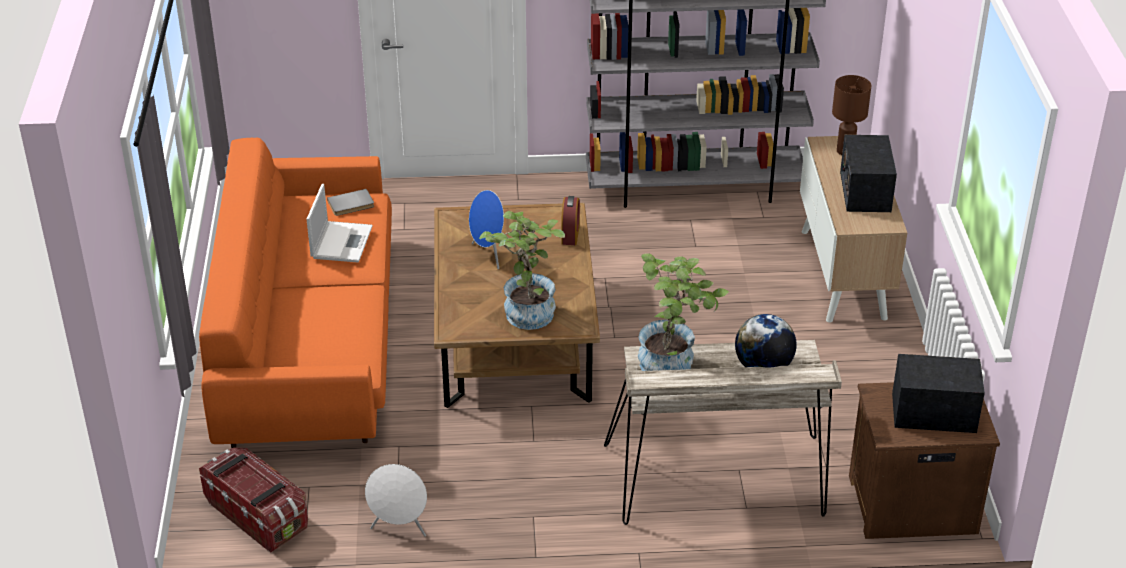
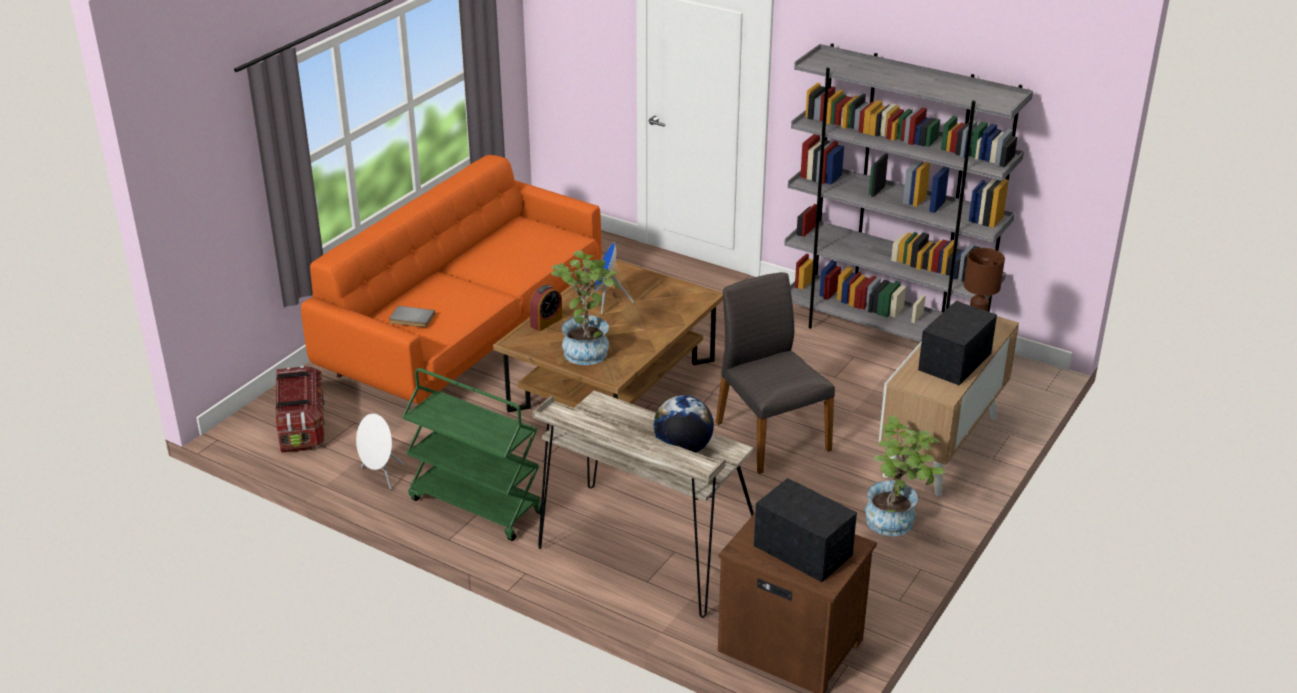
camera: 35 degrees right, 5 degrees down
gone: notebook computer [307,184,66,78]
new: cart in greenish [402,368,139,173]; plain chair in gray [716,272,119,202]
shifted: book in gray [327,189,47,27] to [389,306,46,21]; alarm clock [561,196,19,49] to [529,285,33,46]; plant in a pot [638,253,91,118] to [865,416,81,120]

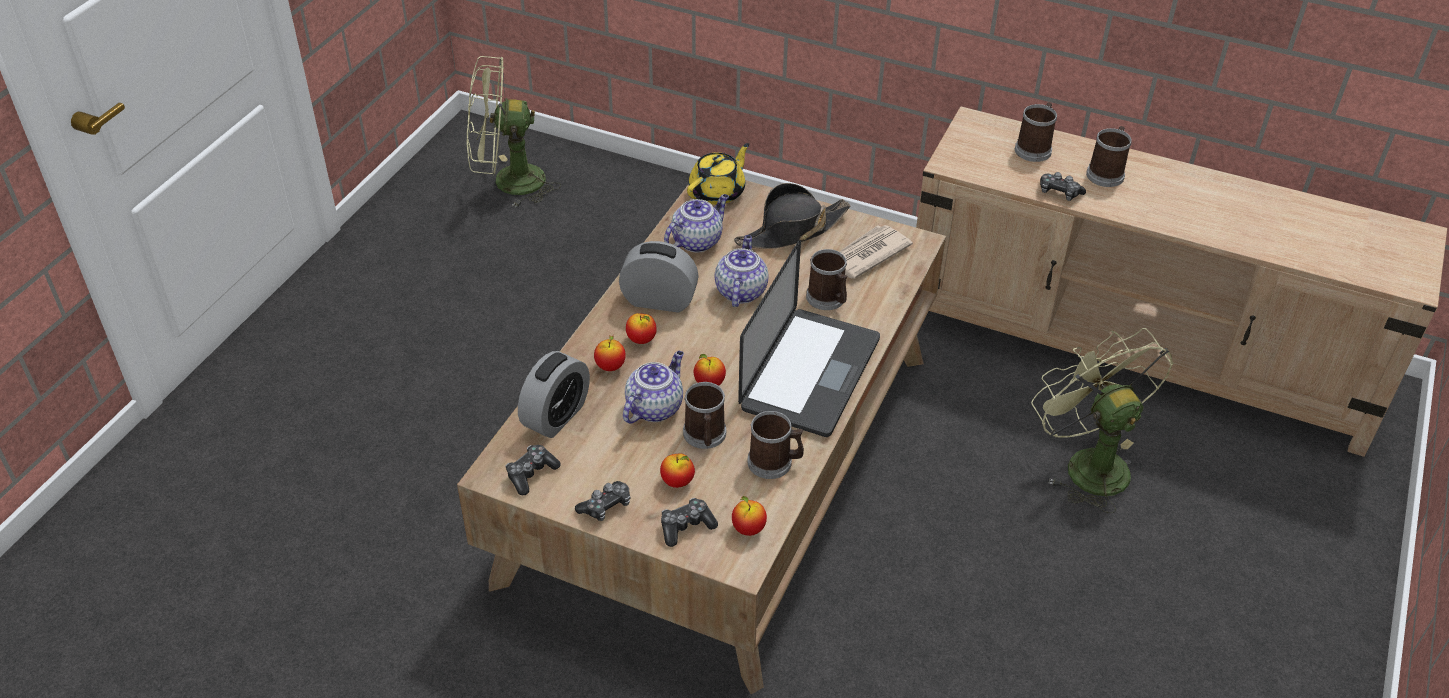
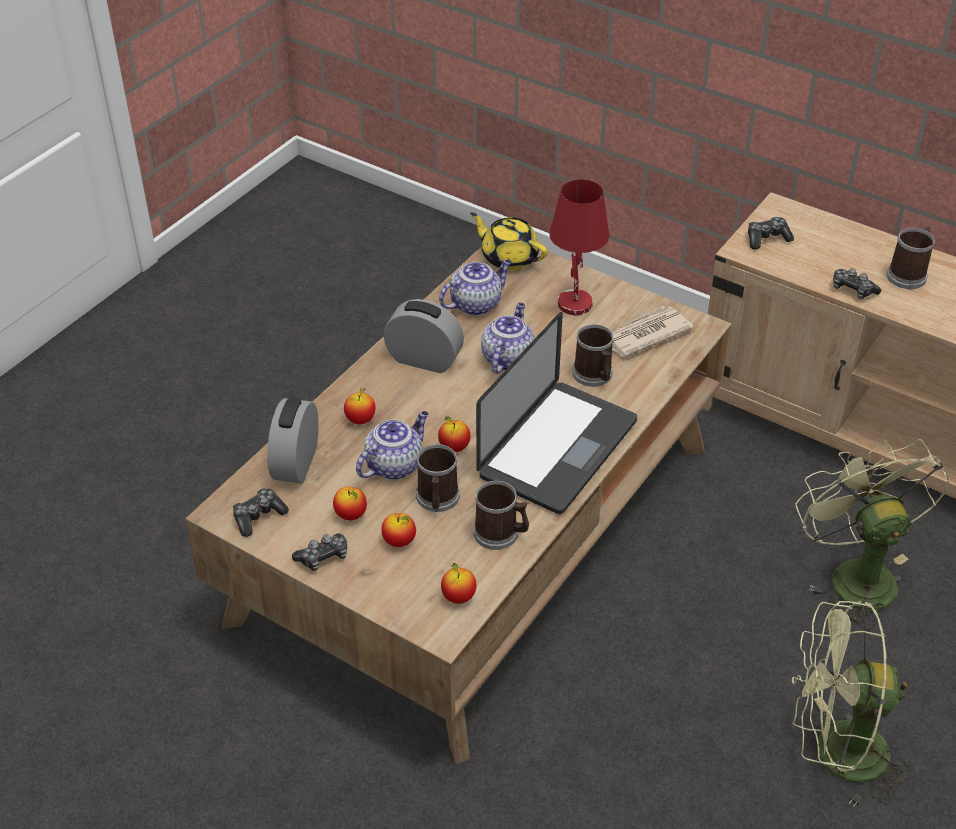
camera: 10 degrees right, 0 degrees up
gone: mug [1015,102,42,60]
shifted: electric fan in greenish [467,56,94,152] to [792,600,123,208]; whole apple [626,313,31,31] to [333,487,34,33]; gamepad [661,498,57,49] to [748,217,46,33]
swapped: wearable hat in blackish [734,183,116,66] to table lamp in red-coloured [549,179,60,136]
rotated: alarm clock [518,351,72,87] = [267,398,52,86] 150 degrees clockwise; tea pot in yellowish [687,143,62,62] = [470,212,77,58] 105 degrees counterclockwise

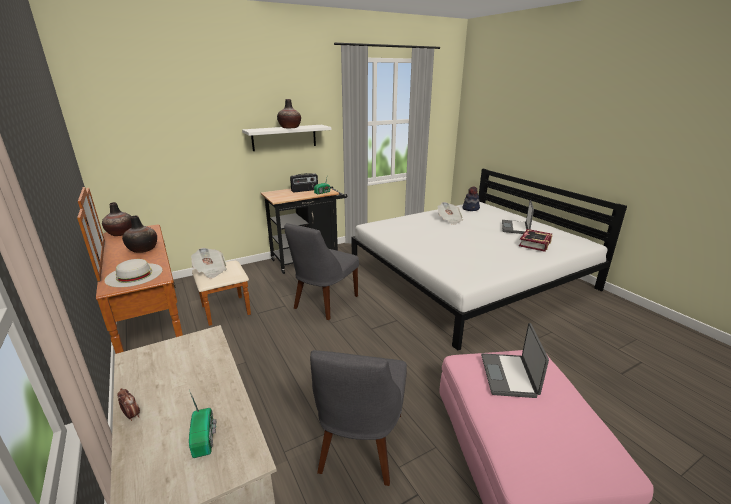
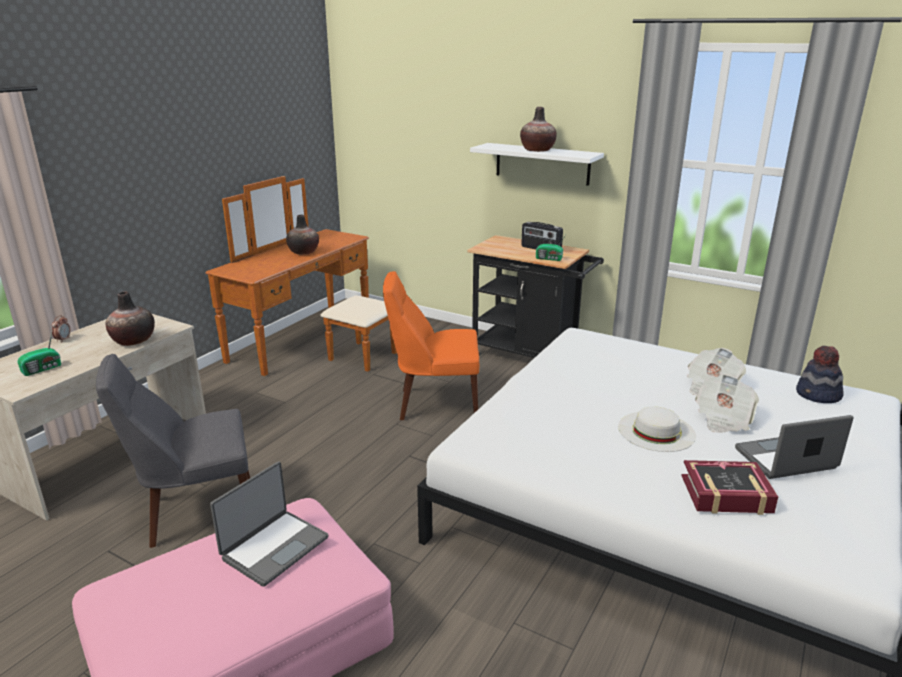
camera: 60 degrees right, 0 degrees up
shifted: decorative vase [102,202,30,34] to [106,291,49,55]; wearable hat in white [105,259,57,28] to [618,406,78,46]; newspaper [191,248,36,31] to [695,374,64,59]
repainted: plain chair in gray [284,223,75,97] to plain chair in orangey [383,271,96,149]
rotated: notebook computer [481,323,68,75] = [210,462,119,125] 150 degrees clockwise

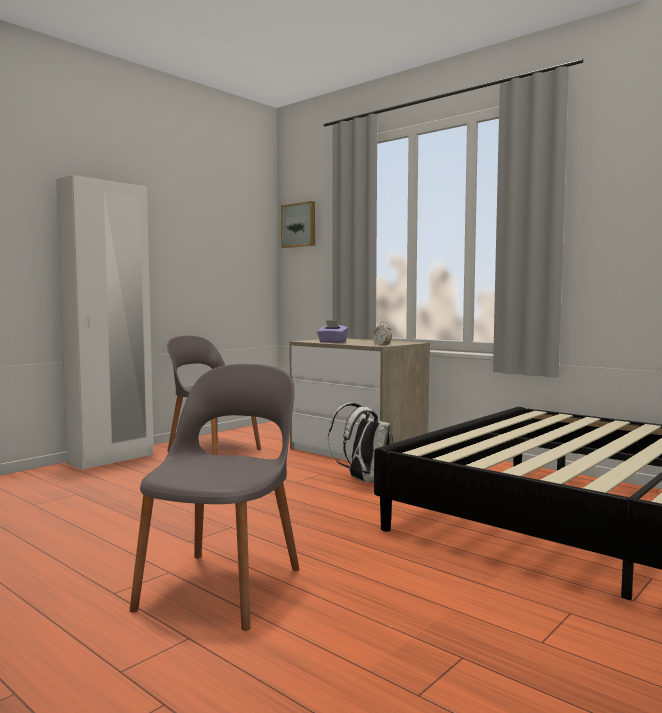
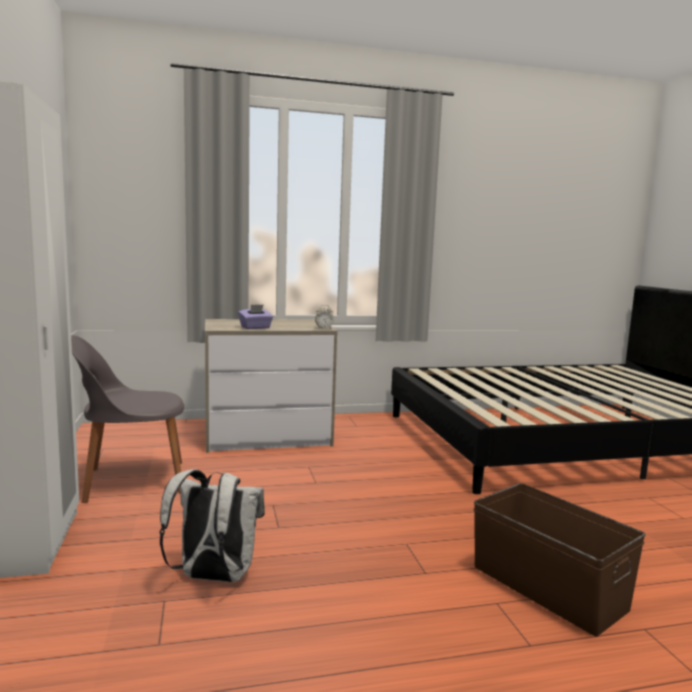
camera: 55 degrees left, 5 degrees up
gone: wall picture [281,201,34,47]
shifted: knapsack in white [328,403,66,79] to [159,469,106,113]
swapped: plain chair in gray [130,364,169,267] to storage bin in brownish [473,483,173,153]

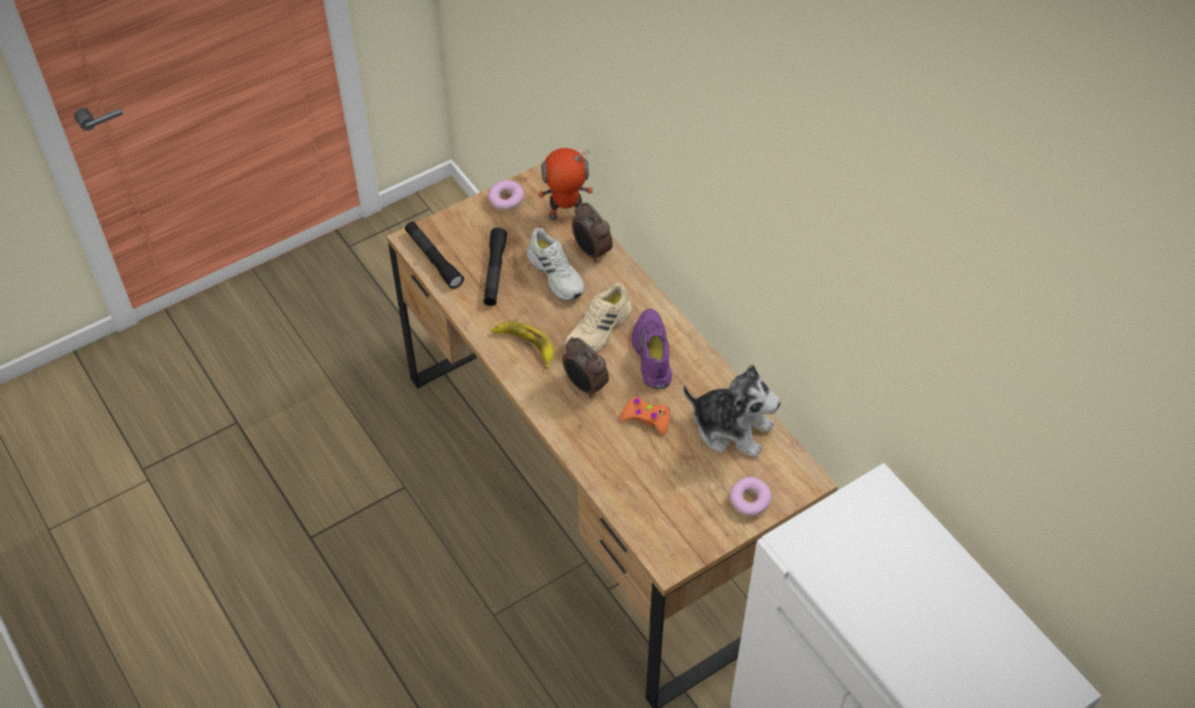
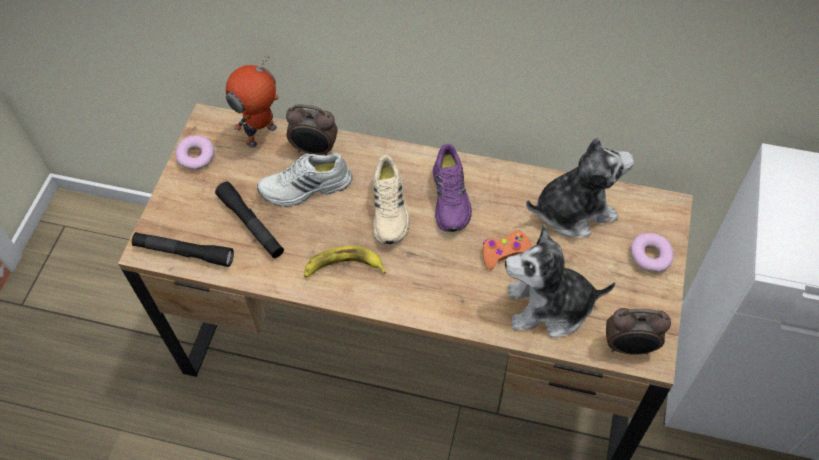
camera: 40 degrees left, 5 degrees up
new: soft toy [505,224,110,114]
shifted: alarm clock [562,337,47,61] to [606,308,65,47]
rotated: low shoe in white [526,228,58,73] = [257,153,95,54] 150 degrees clockwise; low shoe in purple [632,309,40,80] = [433,143,39,89] 135 degrees counterclockwise

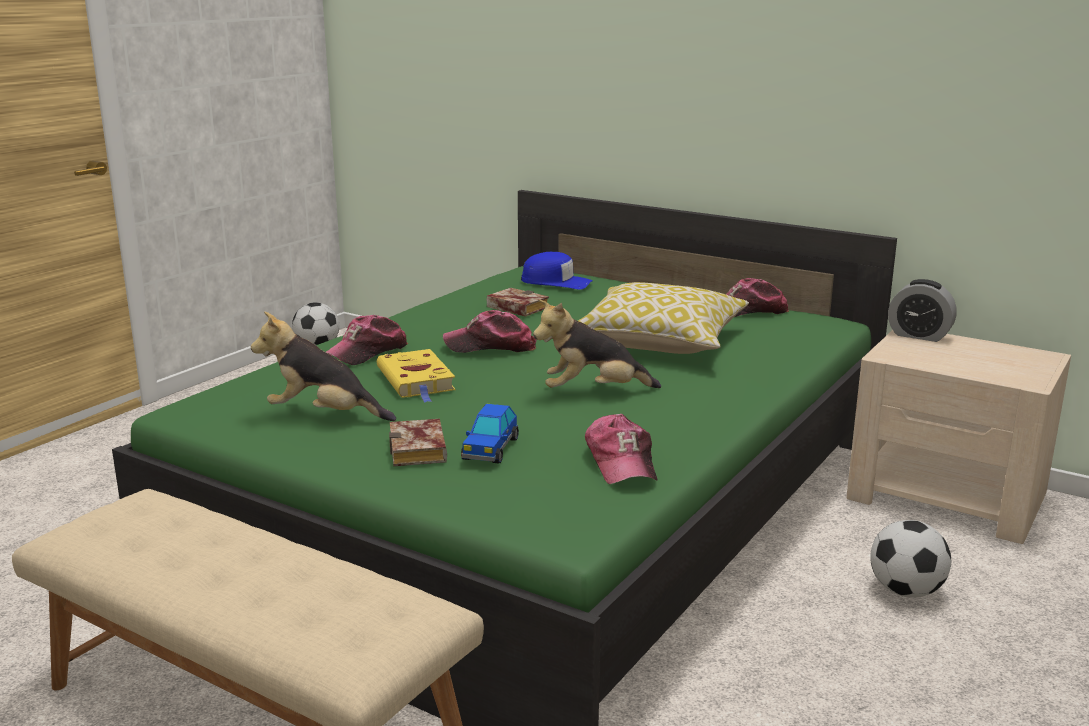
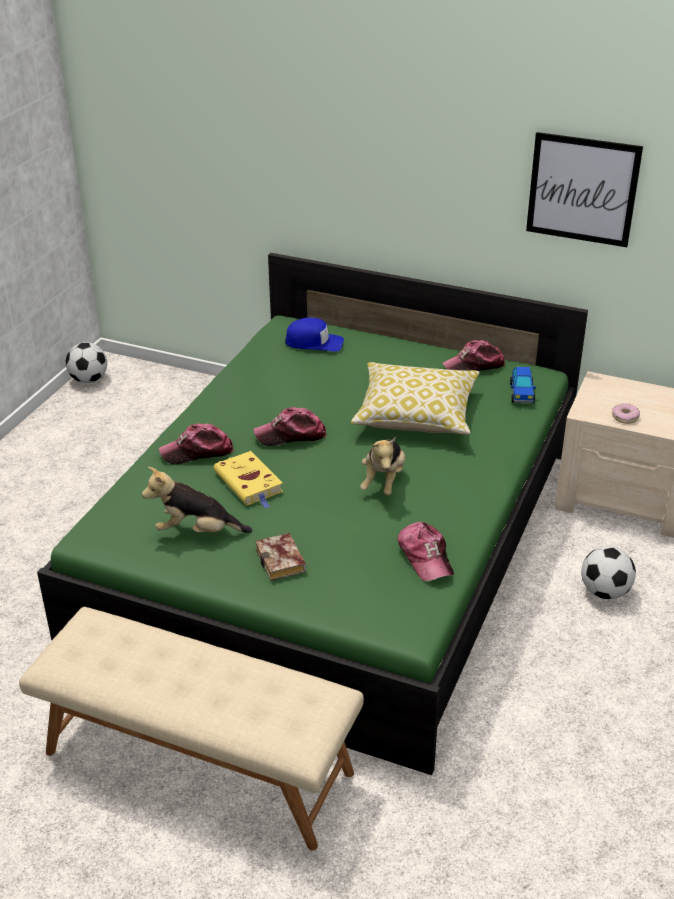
camera: 10 degrees left, 15 degrees up
gone: book [487,288,62,29]; alarm clock [888,279,69,63]
new: wall picture [526,132,117,115]; doughnut [612,403,28,21]
shifted: toy car [461,404,58,59] to [510,367,26,36]
rotated: baseball cap [326,315,82,50] = [159,424,75,41] 45 degrees clockwise; soft toy [533,299,128,89] = [360,437,45,59] 60 degrees counterclockwise

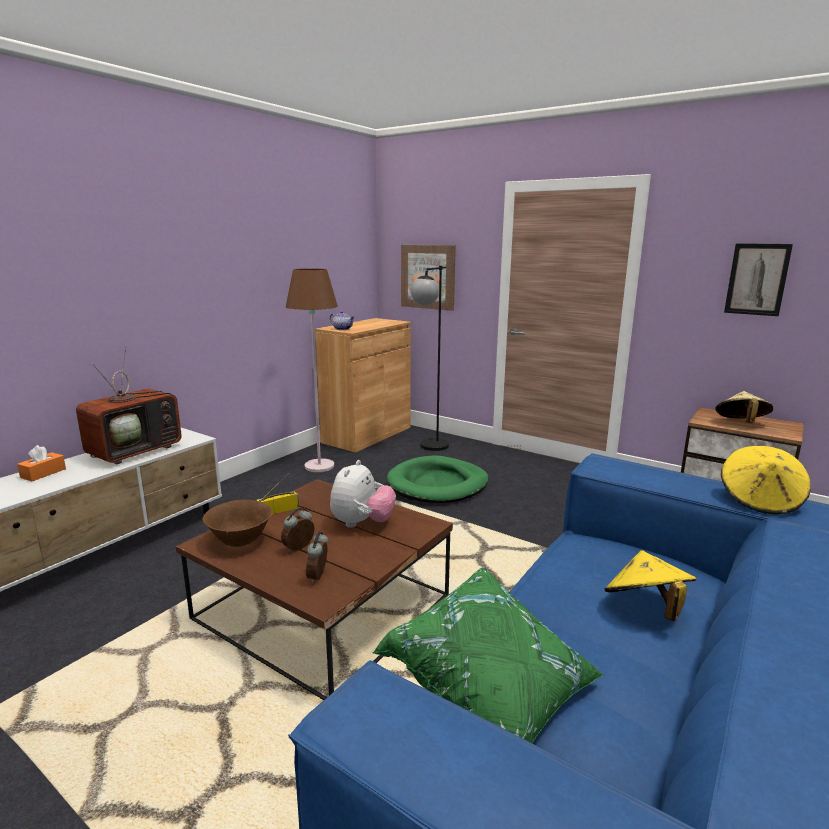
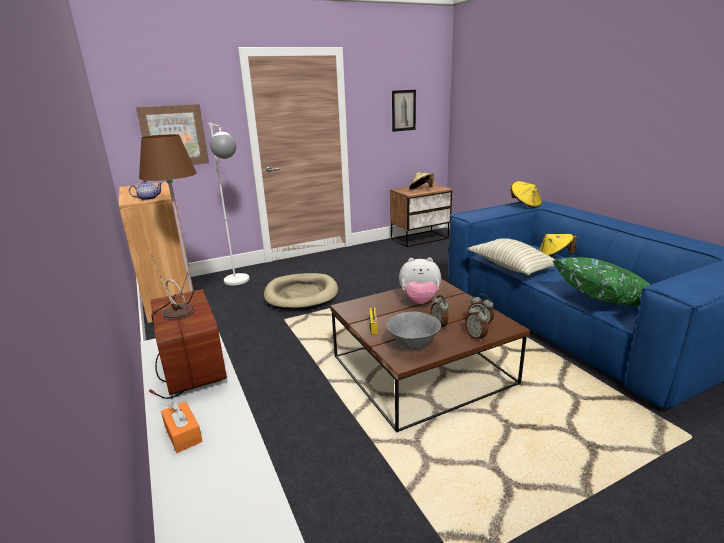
camera: 60 degrees left, 5 degrees up
new: alarm clock [465,305,23,36]; pillow [468,238,88,37]
repainted: bowl in brownish [203,500,69,47] to bowl in gray [387,312,54,38]; dog cushion in greenish [386,455,103,48] to dog cushion in sand-coloured [264,273,74,37]; standard lamp in blackish [411,266,38,185] to standard lamp in white [207,123,42,162]
rotated: soft toy [330,460,66,68] = [399,258,42,46] 135 degrees clockwise

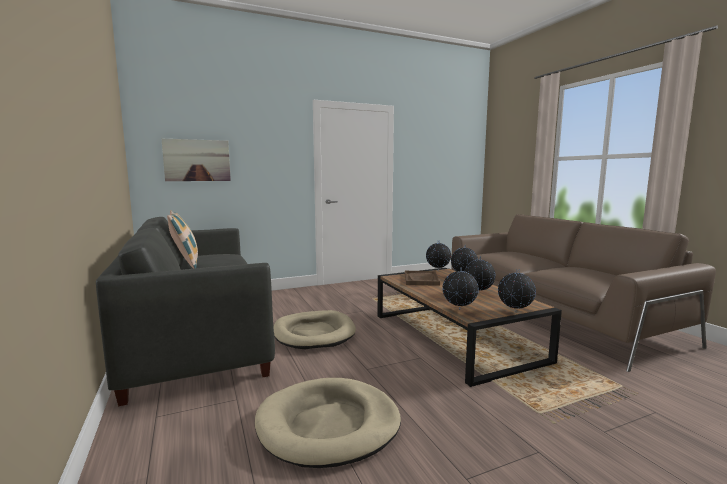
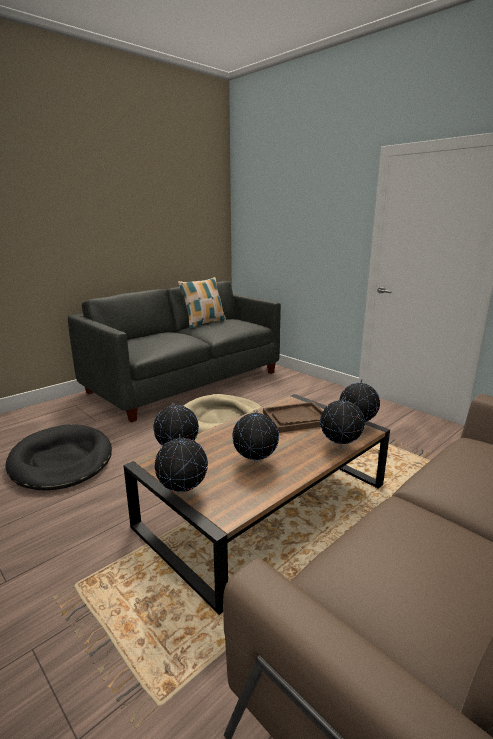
camera: 70 degrees right, 10 degrees up
gone: wall picture [162,139,69,42]
repainted: dog cushion in sand-coloured [255,378,146,90] to dog cushion in blackish [5,424,107,66]

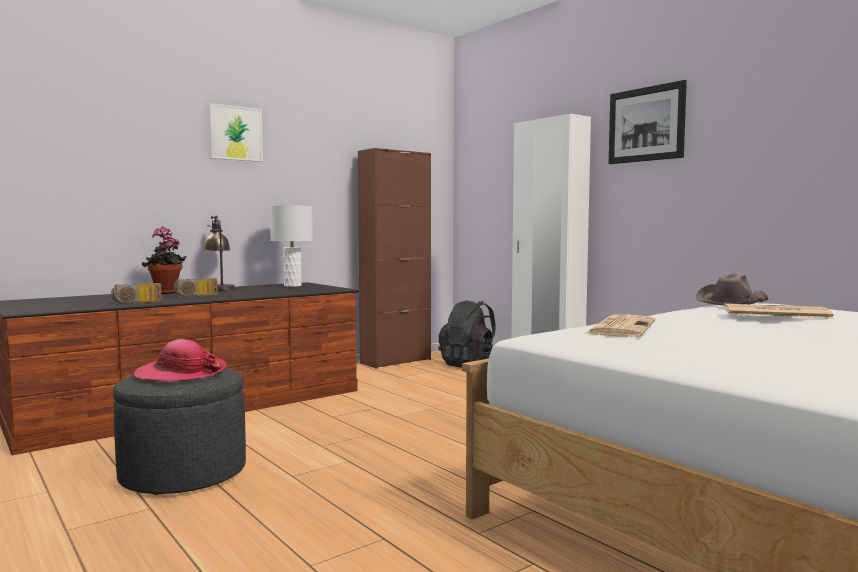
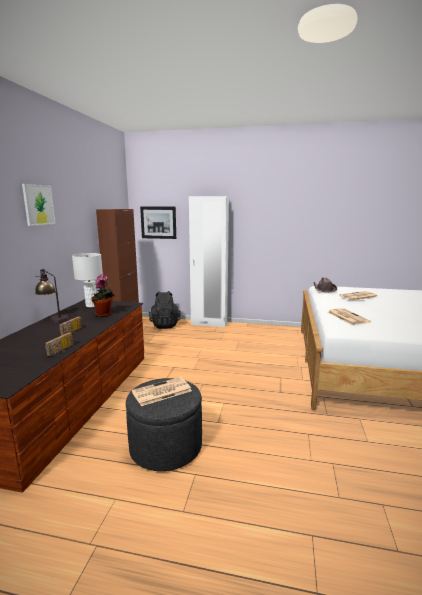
camera: 40 degrees left, 10 degrees up
shifted: plant in a pot [142,227,44,67] to [91,274,24,43]; wall picture [609,80,78,84] to [140,206,36,33]
swapped: wearable hat [134,339,93,43] to newspaper [132,377,60,29]

